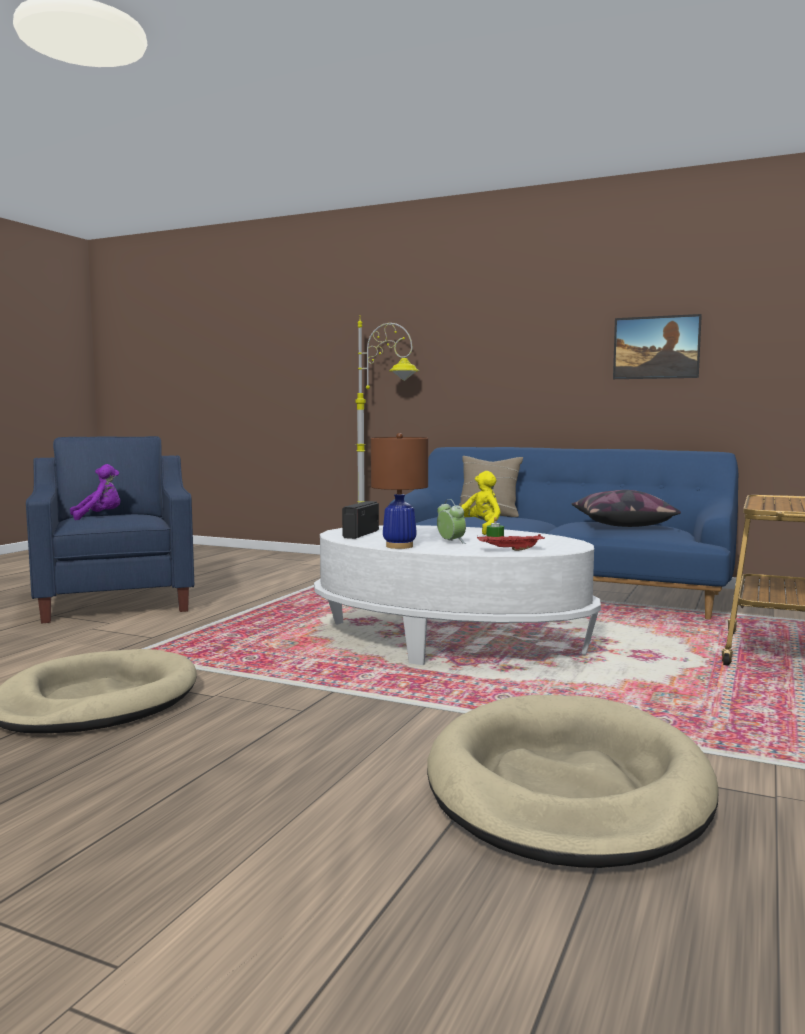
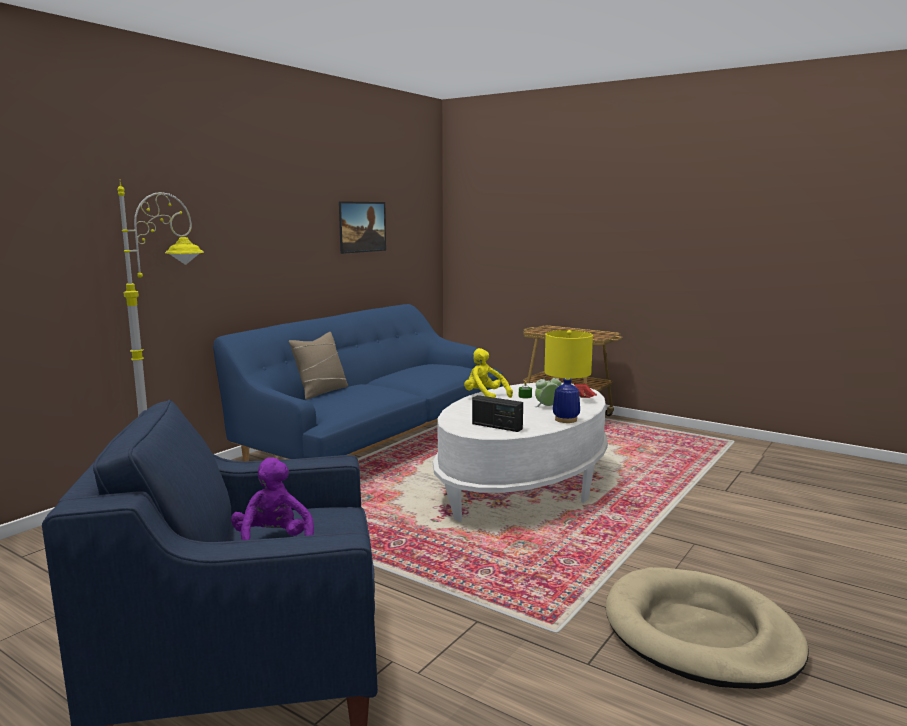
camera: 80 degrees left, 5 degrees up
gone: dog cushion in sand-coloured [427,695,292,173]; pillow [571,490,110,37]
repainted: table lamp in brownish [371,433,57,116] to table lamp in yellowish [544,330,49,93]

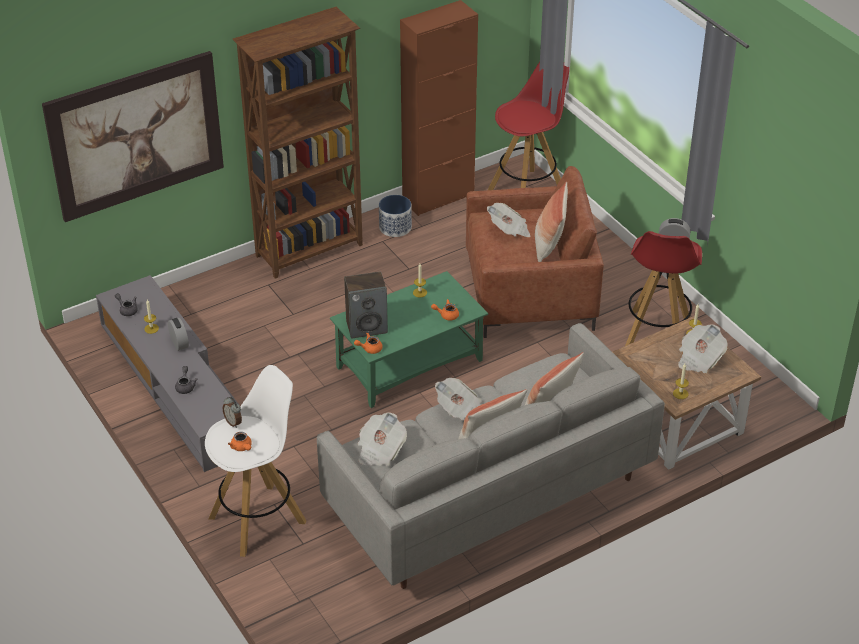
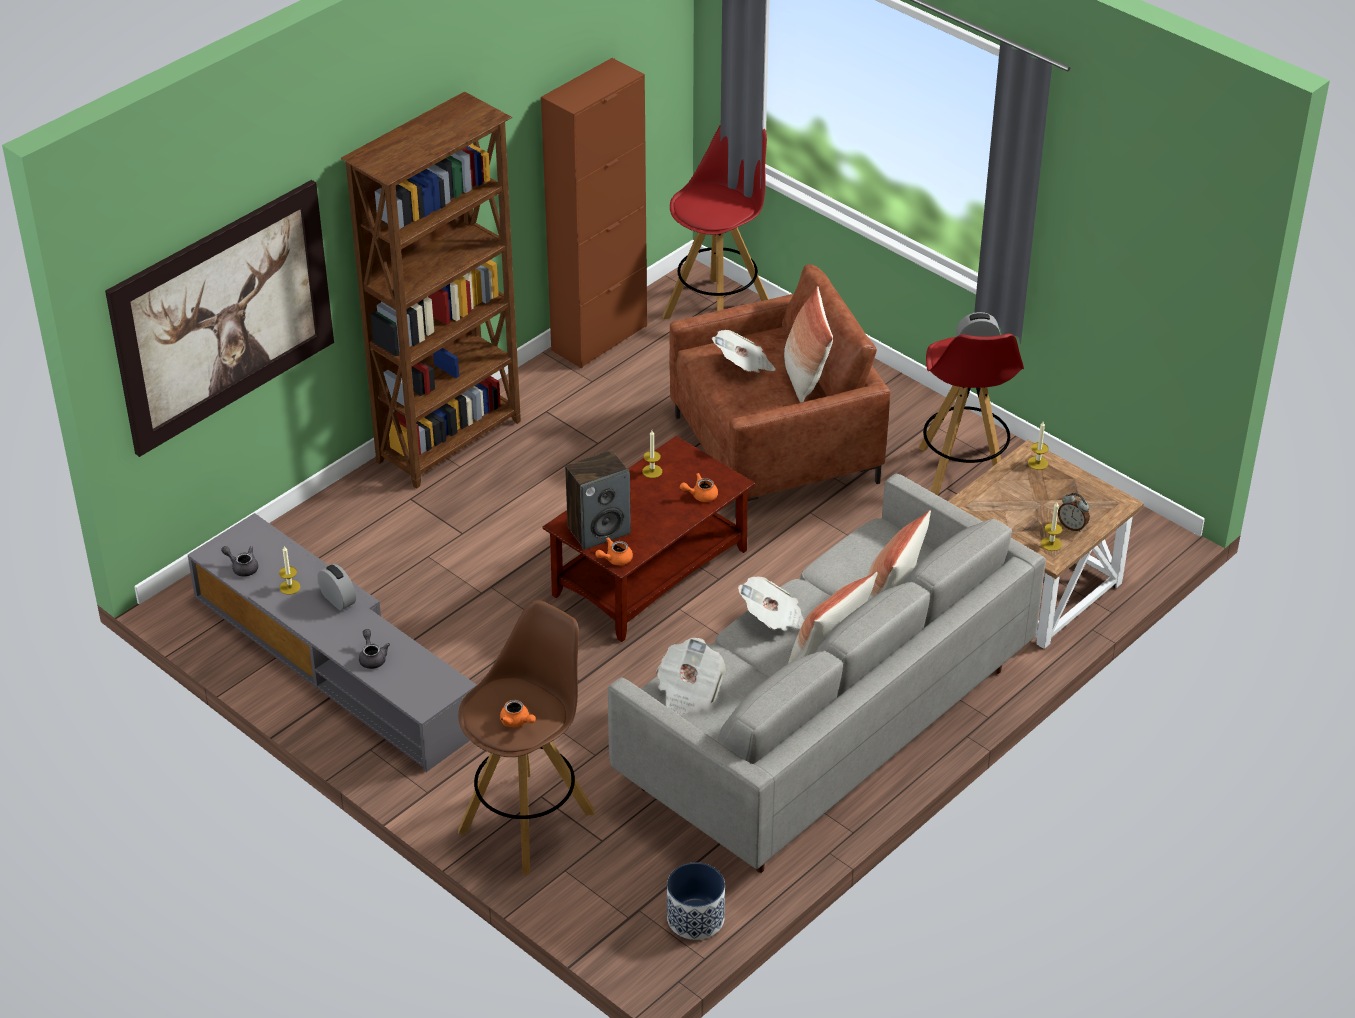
camera: 15 degrees left, 0 degrees up
gone: newspaper [678,324,50,49]
shifted: alarm clock [223,397,19,31] to [1058,493,32,39]; flower pot [379,195,33,42] to [667,862,58,78]
repainted: stool seat in white [205,365,102,192] to stool seat in brownish [458,600,137,275]; lounge table in greenish [330,271,158,137] to lounge table in brownish [542,436,213,206]

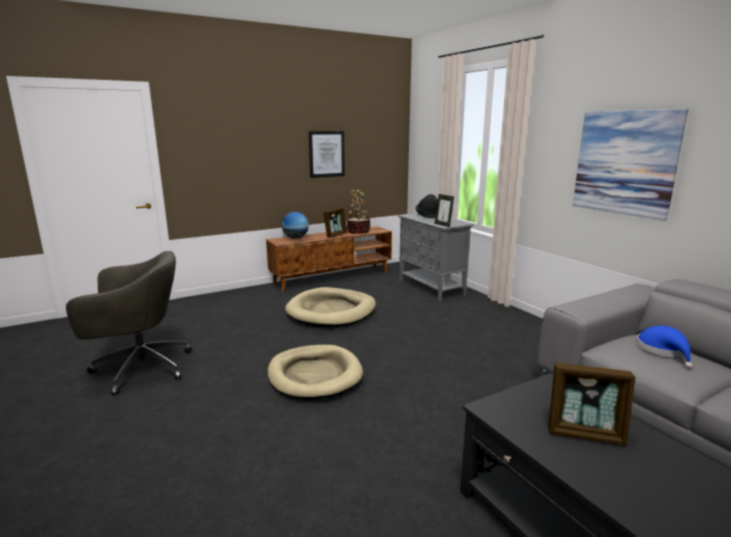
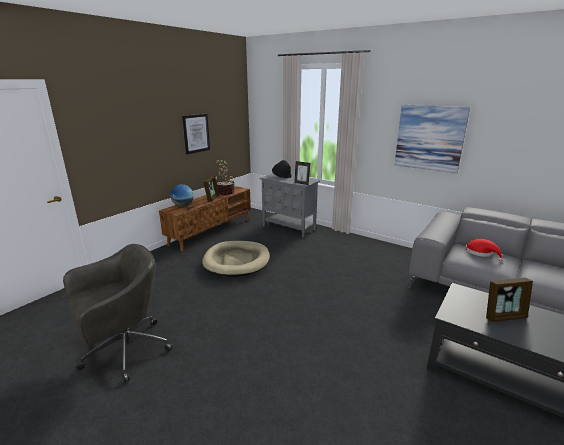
camera: 25 degrees left, 5 degrees up
gone: dog cushion in sand-coloured [267,345,96,55]
repainted: wearable hat in blue [636,326,57,43] to wearable hat in red-coloured [465,239,38,23]

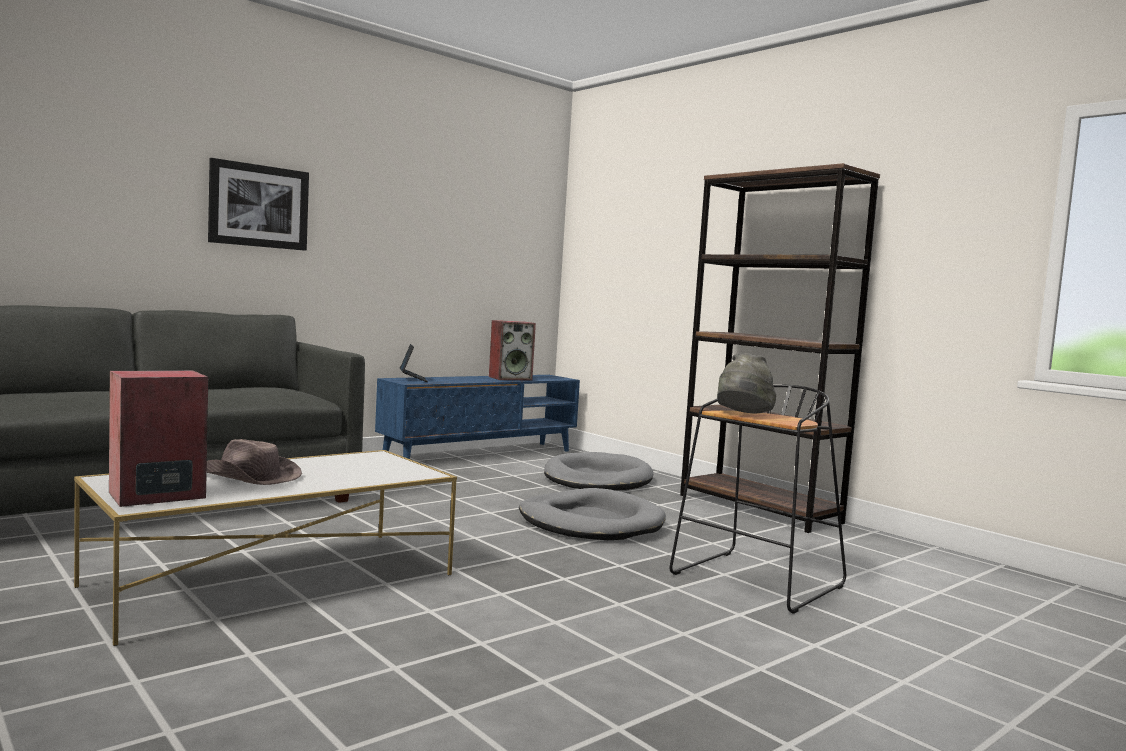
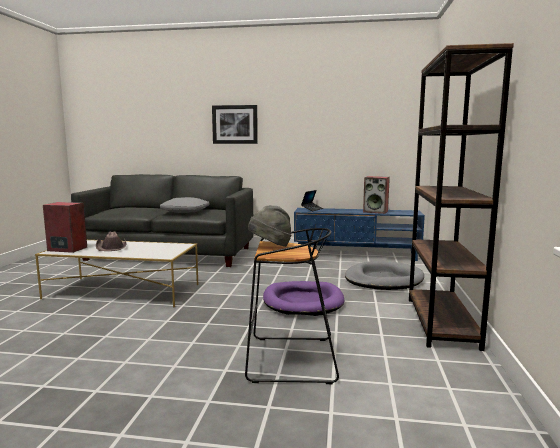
camera: 50 degrees right, 5 degrees up
new: pillow in gray [160,197,49,16]
repainted: dog cushion in gray [519,488,147,52] to dog cushion in purple [263,281,81,35]

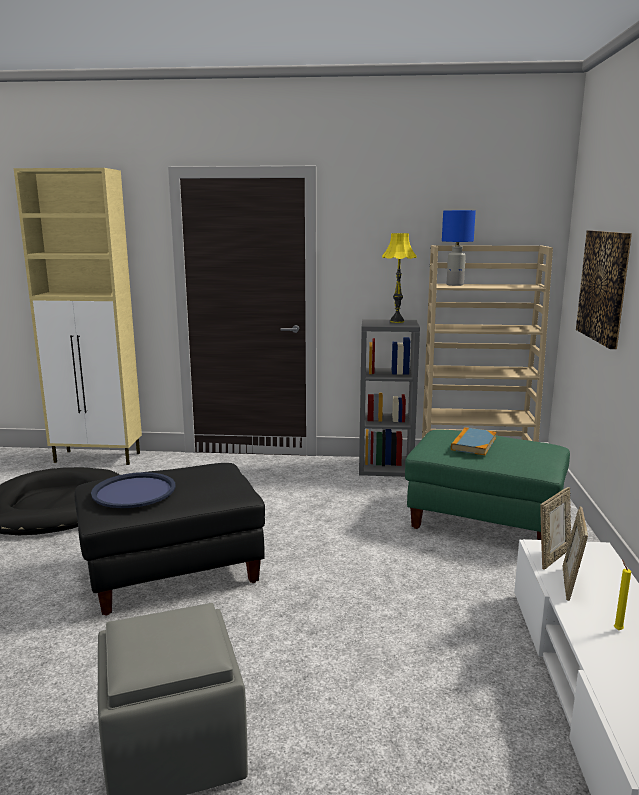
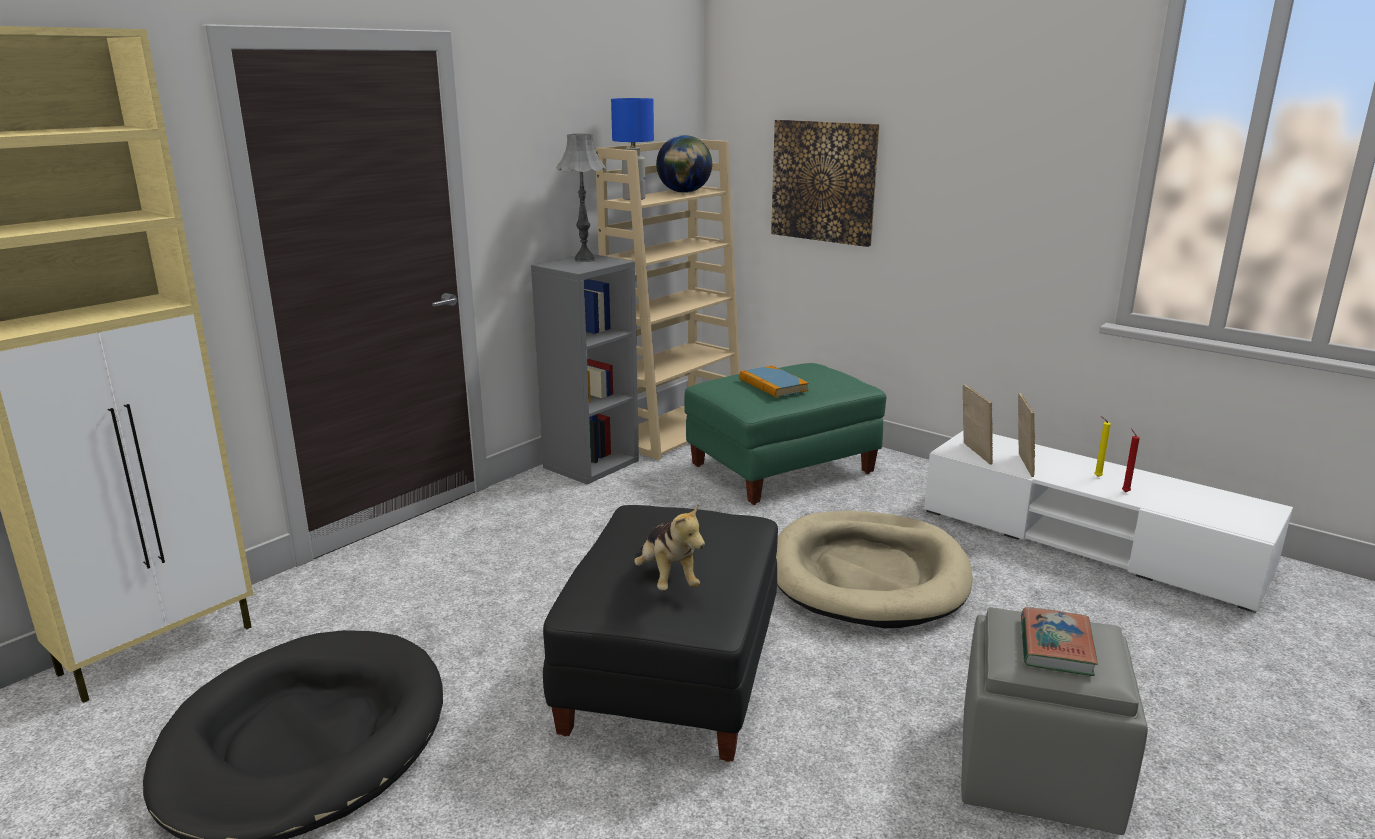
camera: 55 degrees left, 5 degrees up
new: desk globe [656,135,56,58]; dog cushion in sand-coloured [776,511,197,117]; book [1021,607,77,69]; candle in red-coloured [1122,428,18,64]
swapped: carrying tray in blue [91,472,84,36] to soft toy [634,505,71,85]
repainted: table lamp in yellowish [382,233,35,90] to table lamp in gray [556,134,49,128]
rotated: standing frame [563,506,25,95] = [1018,393,17,84] 135 degrees counterclockwise

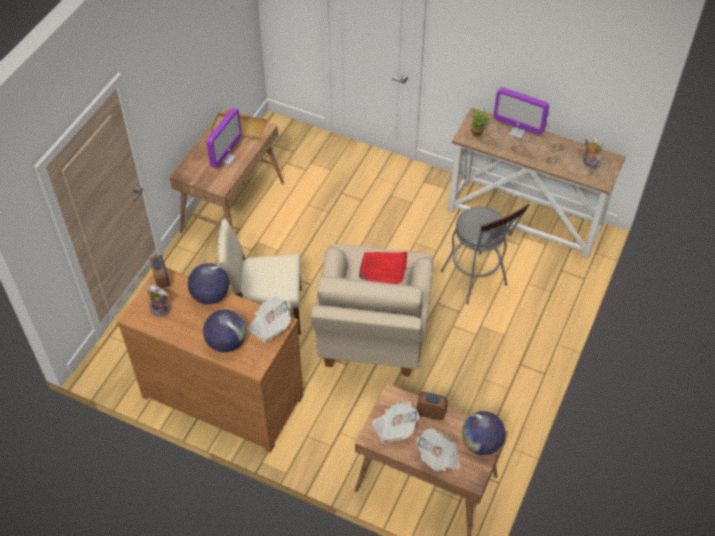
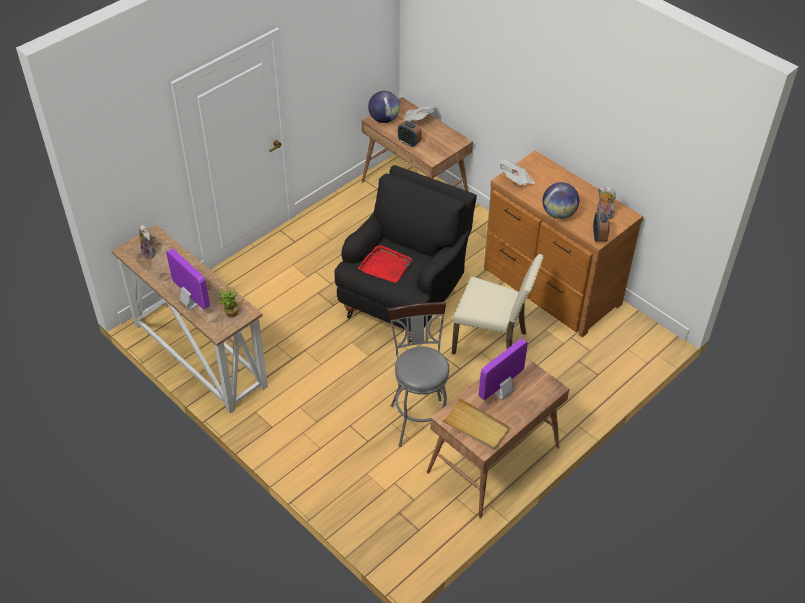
camera: 160 degrees left, 5 degrees down
gone: desk globe [203,310,43,42]; newspaper [372,402,47,40]
shifted: stool seat in gray [441,204,89,101] to [388,302,61,145]
repainted: lounge chair in sand-coloured [311,243,122,134] to lounge chair in blackish [334,165,143,178]

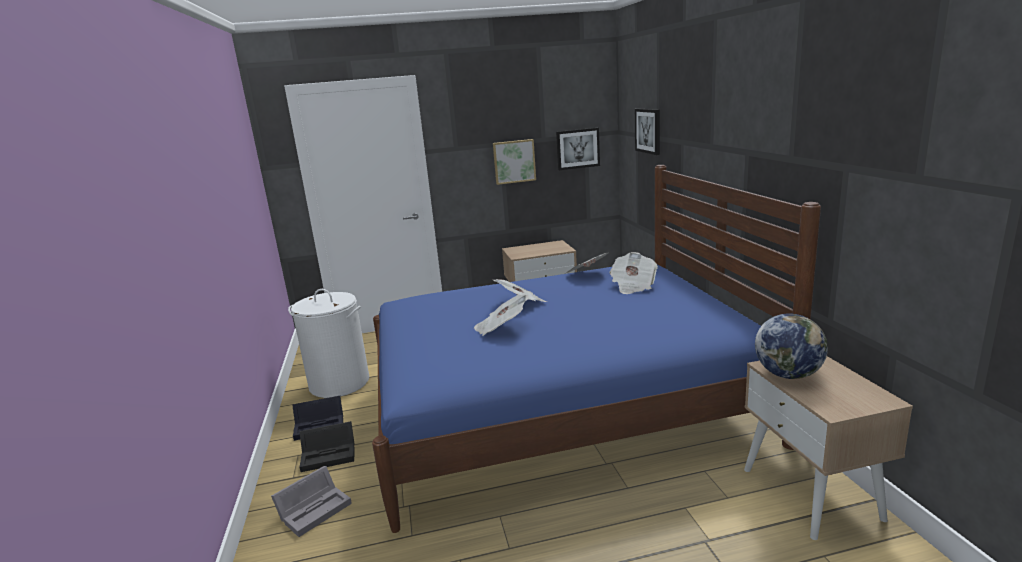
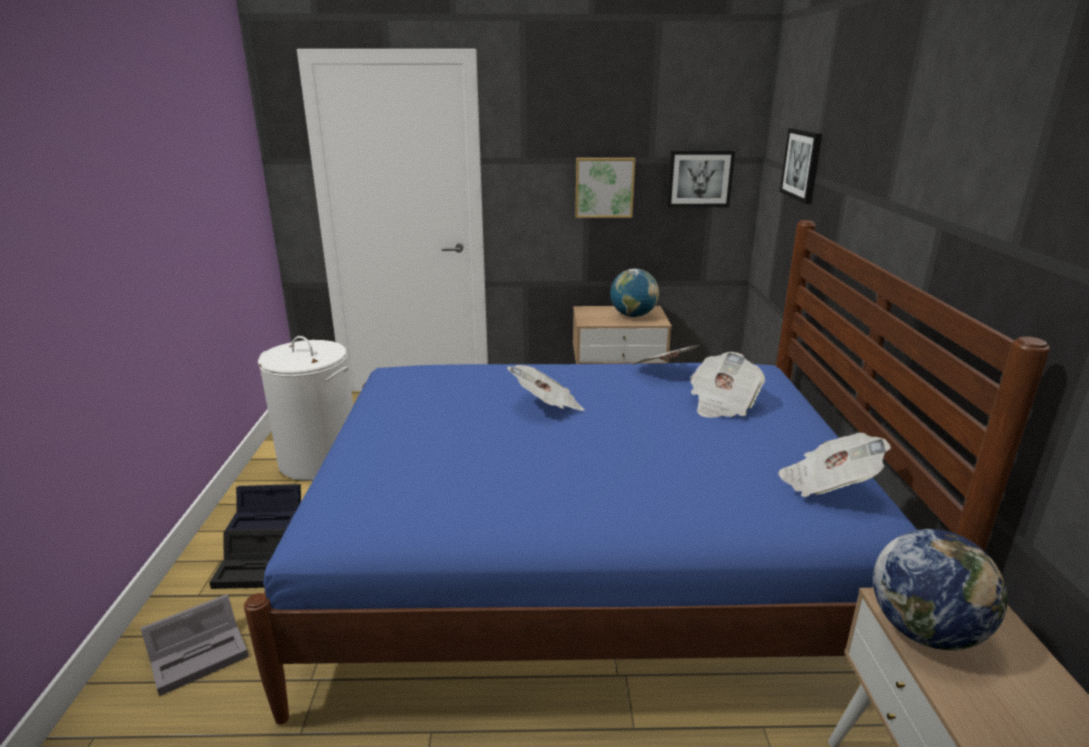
camera: 10 degrees right, 5 degrees up
new: desk globe [610,269,49,48]
shifted: newspaper [474,295,55,41] to [778,433,113,64]

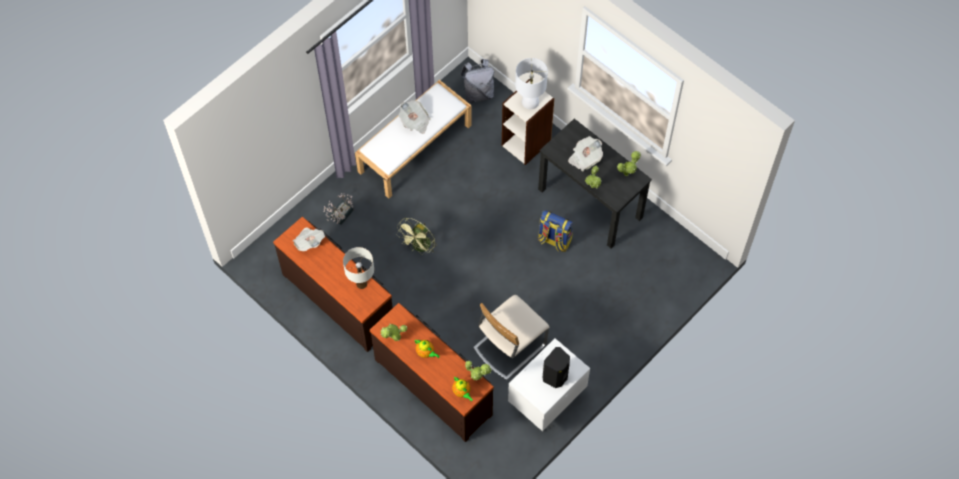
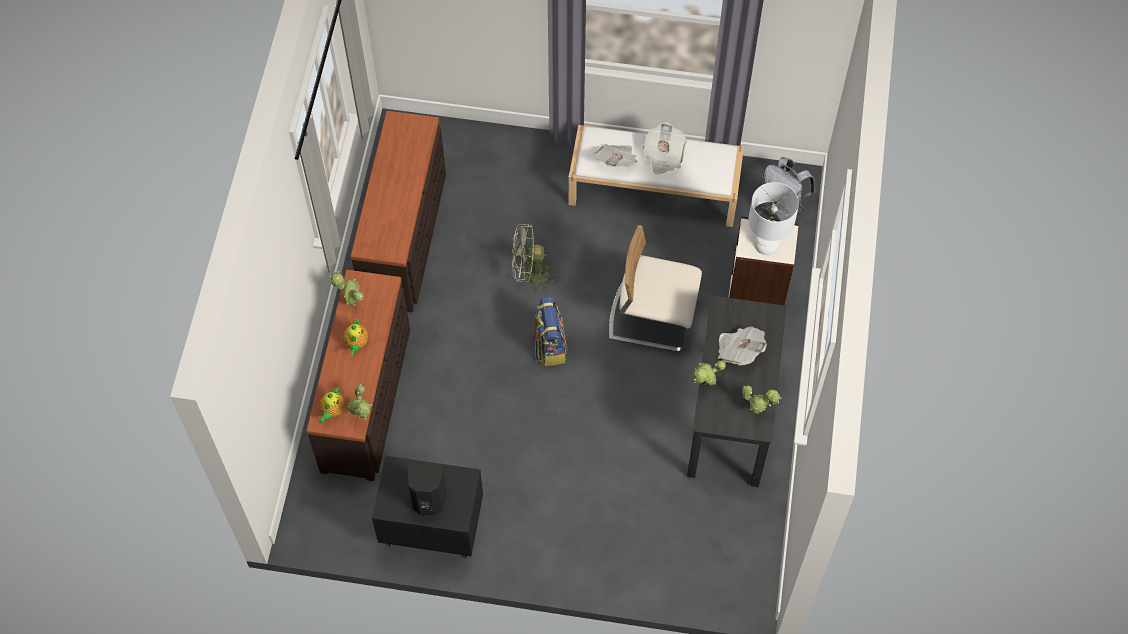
camera: 55 degrees right, 0 degrees up
gone: plant in a pot [323,193,30,32]; table lamp in white [343,247,31,42]
shifted: newspaper [293,227,32,24] to [594,144,43,23]; plain chair in sand-coloured [473,295,76,85] to [609,225,93,127]; knapsack [538,210,35,42] to [532,297,36,69]
repainted: nightstand in white [508,338,82,94] to nightstand in blackish [372,456,111,102]

